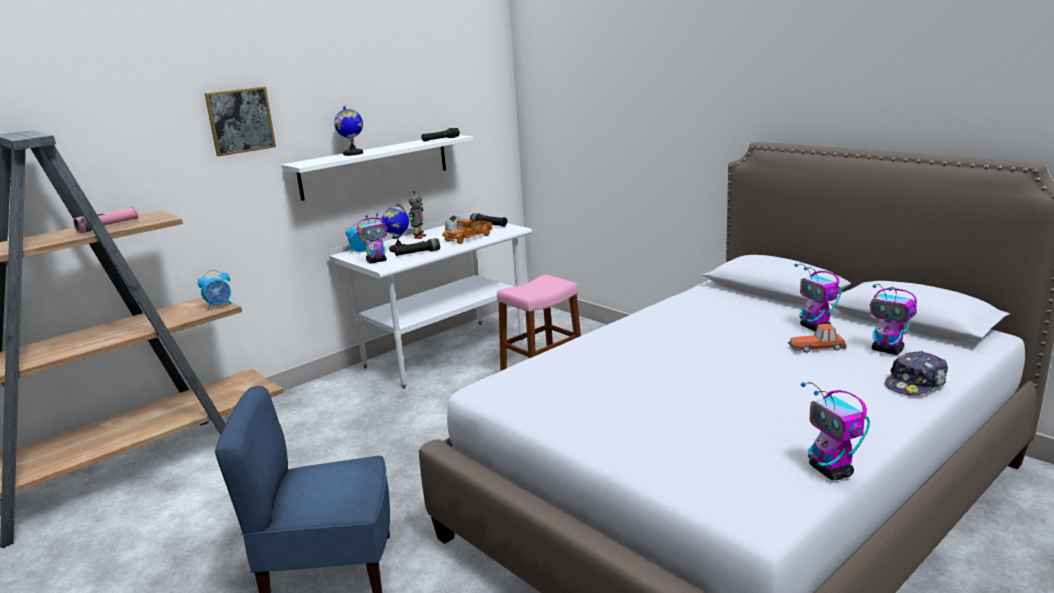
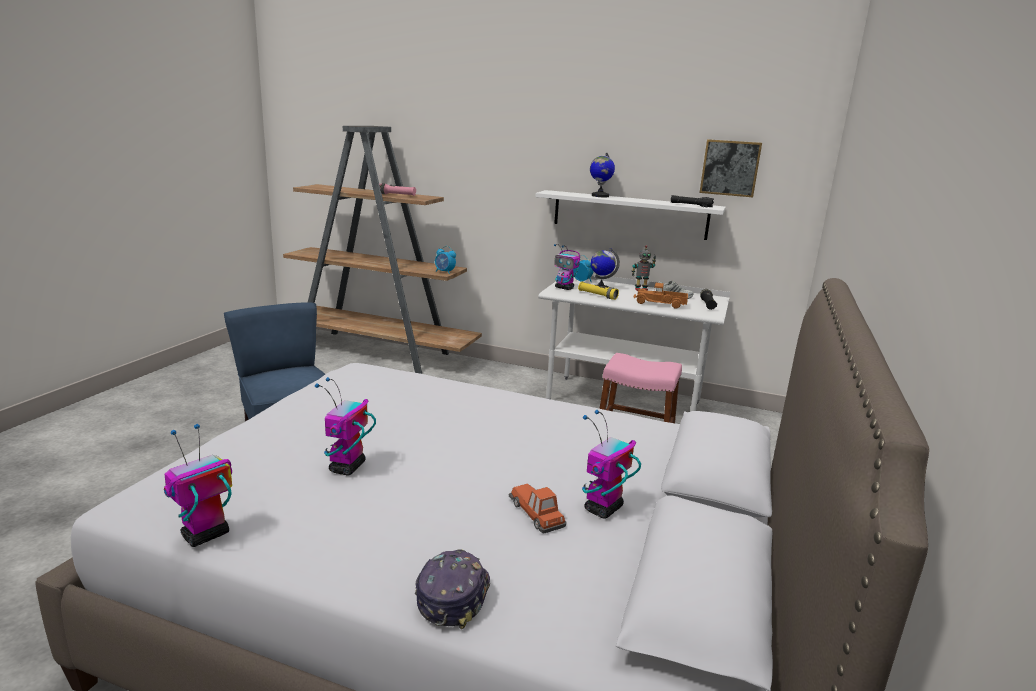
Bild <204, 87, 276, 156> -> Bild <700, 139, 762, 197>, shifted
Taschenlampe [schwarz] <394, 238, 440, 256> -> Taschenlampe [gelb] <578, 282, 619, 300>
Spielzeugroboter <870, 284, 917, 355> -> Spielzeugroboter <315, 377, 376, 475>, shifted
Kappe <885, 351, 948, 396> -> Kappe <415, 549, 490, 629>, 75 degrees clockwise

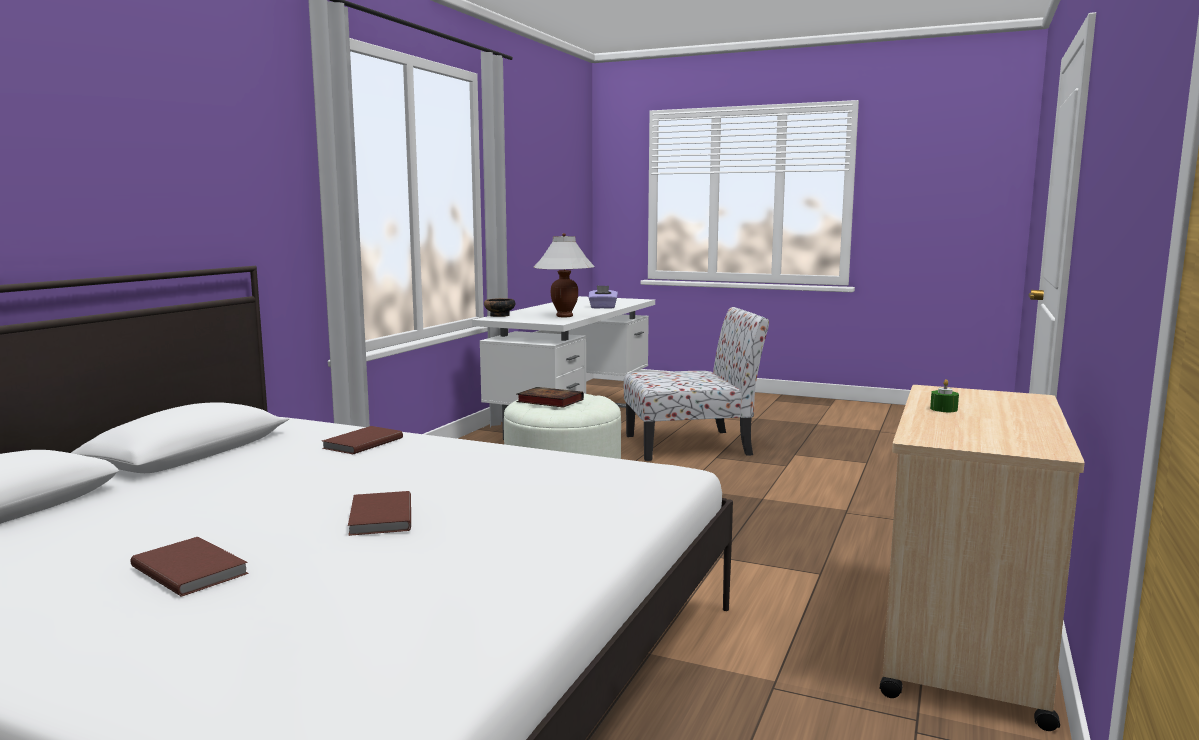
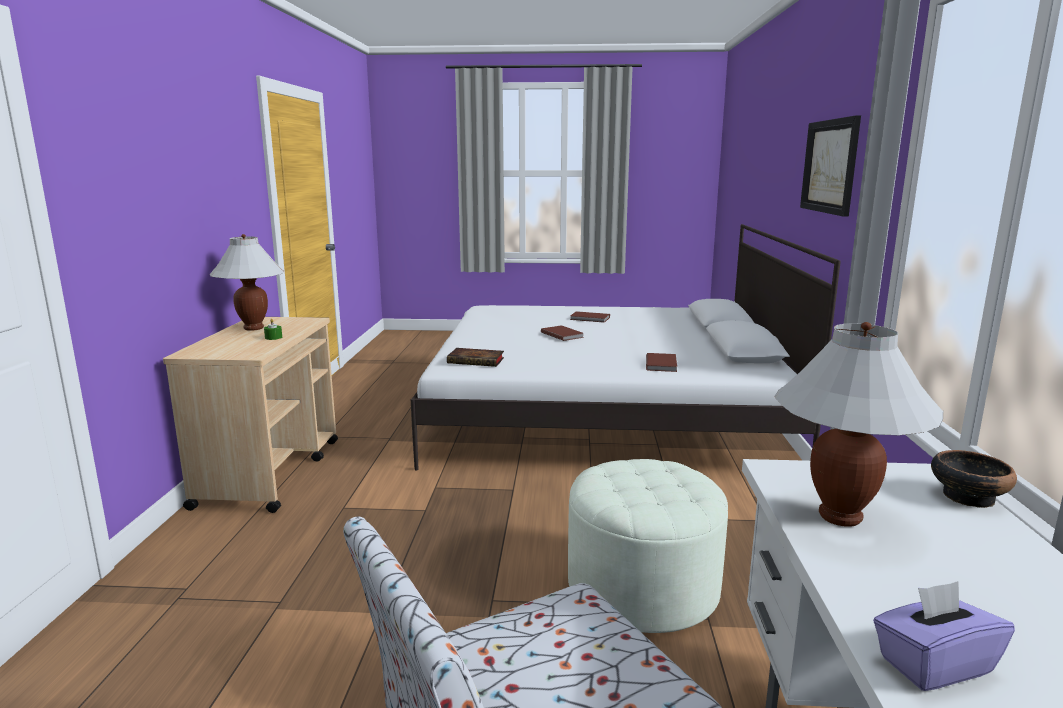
Buch <516, 387, 584, 408> -> Buch <447, 348, 504, 367>, shifted
none -> Bild <800, 115, 861, 217>
none -> Tischlampe [weiß] <210, 234, 284, 331>

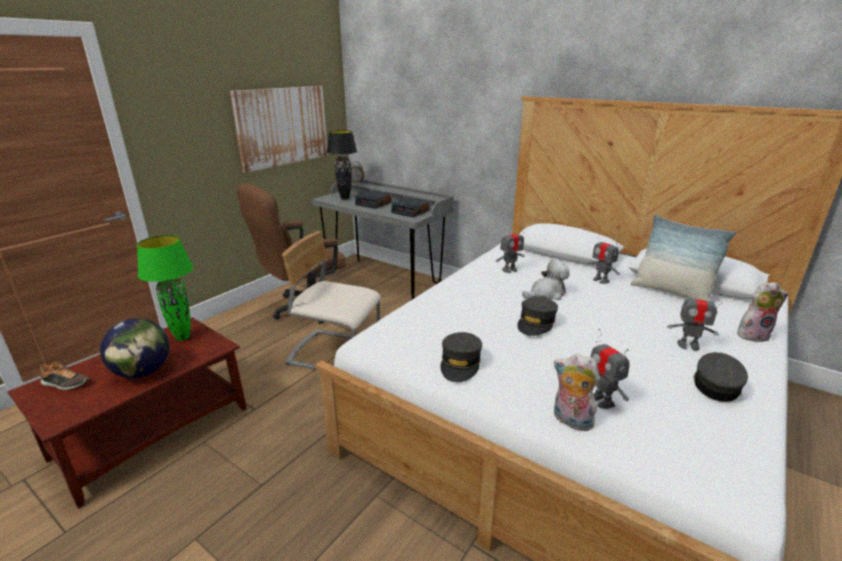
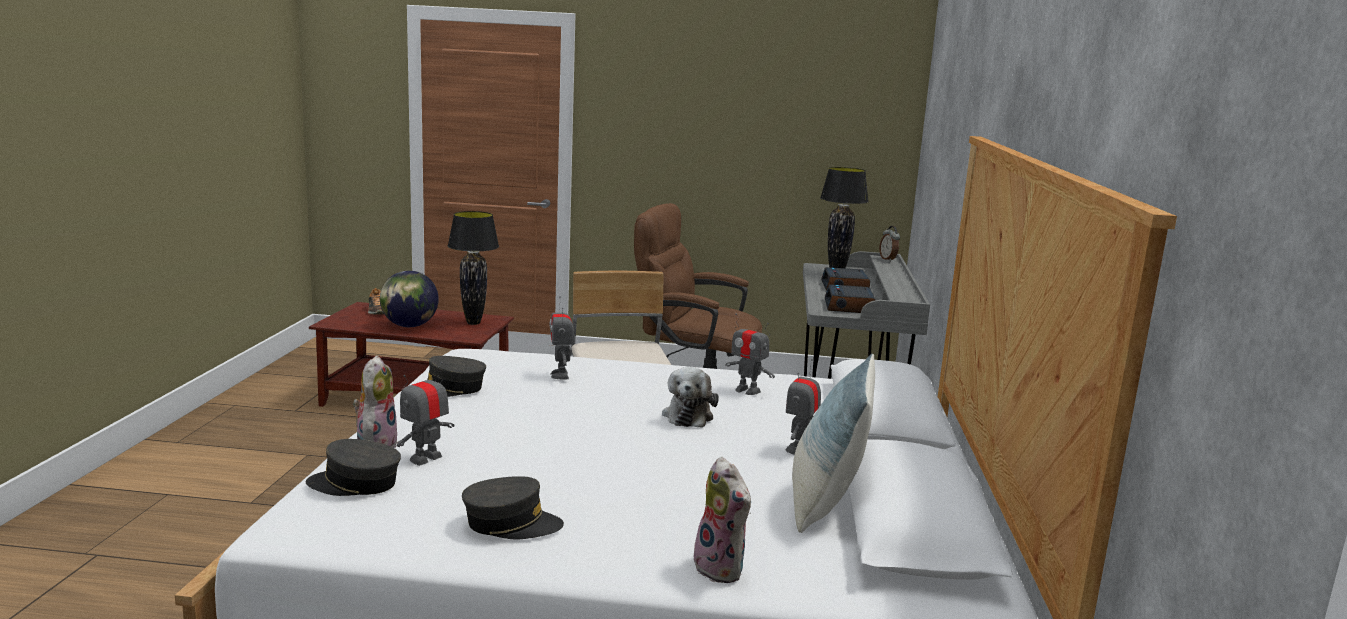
Bild <230, 86, 328, 173> -> none
Tischlampe [grün] <137, 235, 193, 341> -> Tischlampe [schwarz] <448, 211, 499, 325>
Plüschtier <522, 260, 570, 300> -> Plüschtier <662, 367, 719, 428>, 60 degrees clockwise
Spielzeugroboter <667, 288, 722, 351> -> Spielzeugroboter <550, 296, 575, 379>, shifted
Kappe [grau] <517, 297, 558, 336> -> Kappe [grau] <306, 439, 401, 496>, shifted

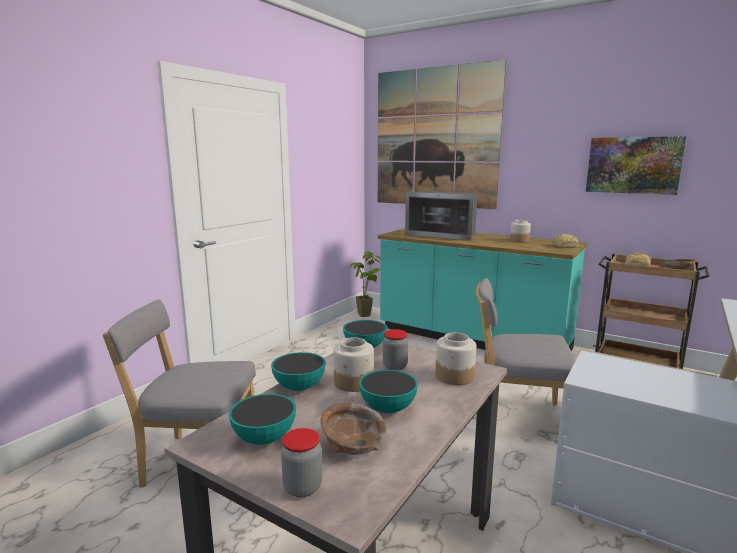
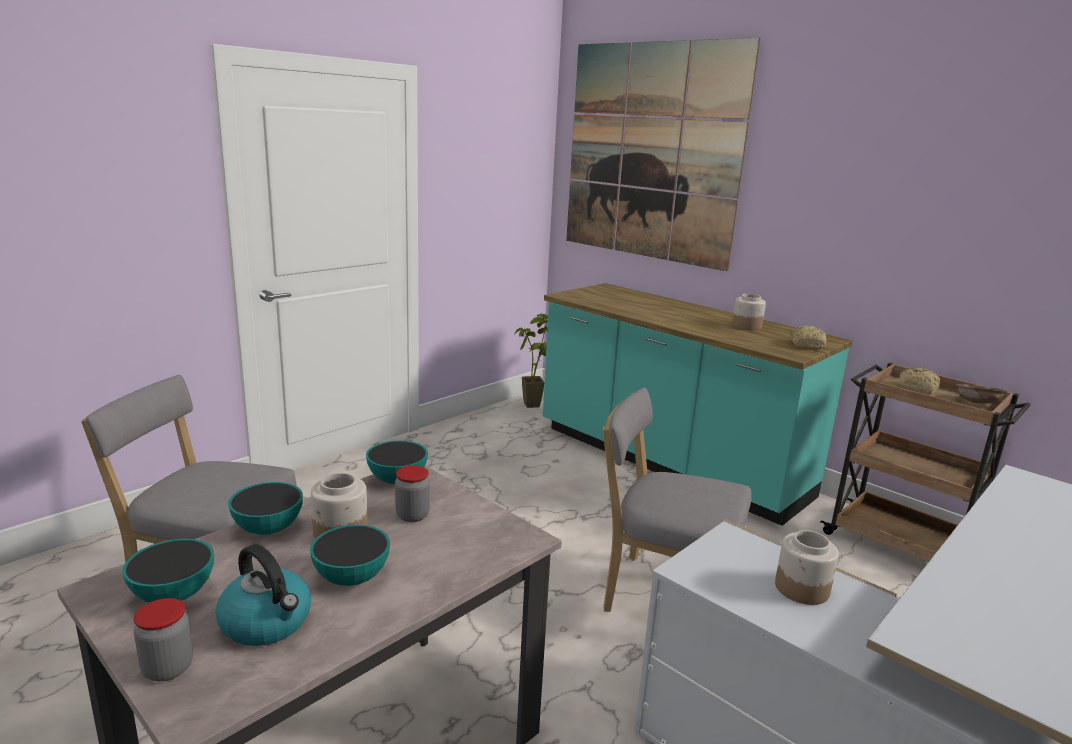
Bild <586, 136, 686, 195> -> none
Mikrowelle <405, 191, 478, 241> -> none
Vorratsglas <435, 333, 476, 385> -> Vorratsglas <775, 530, 839, 605>, shifted
Schüssel [braun] <320, 403, 386, 455> -> Wasserkessel <216, 544, 311, 646>

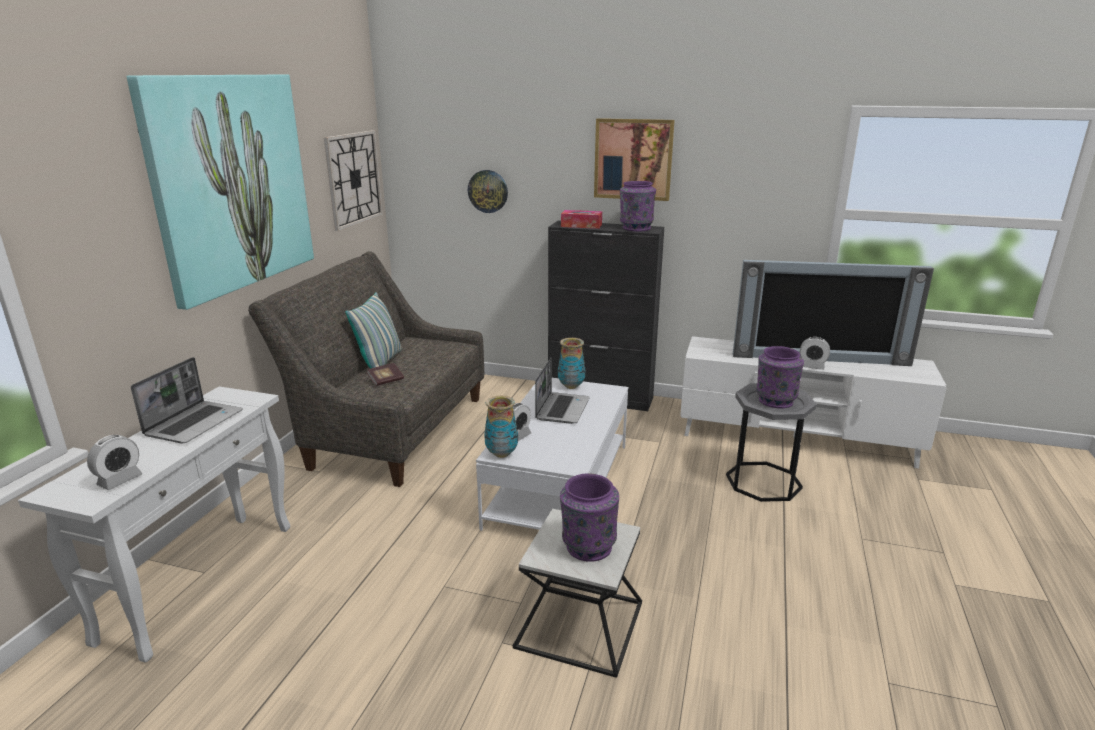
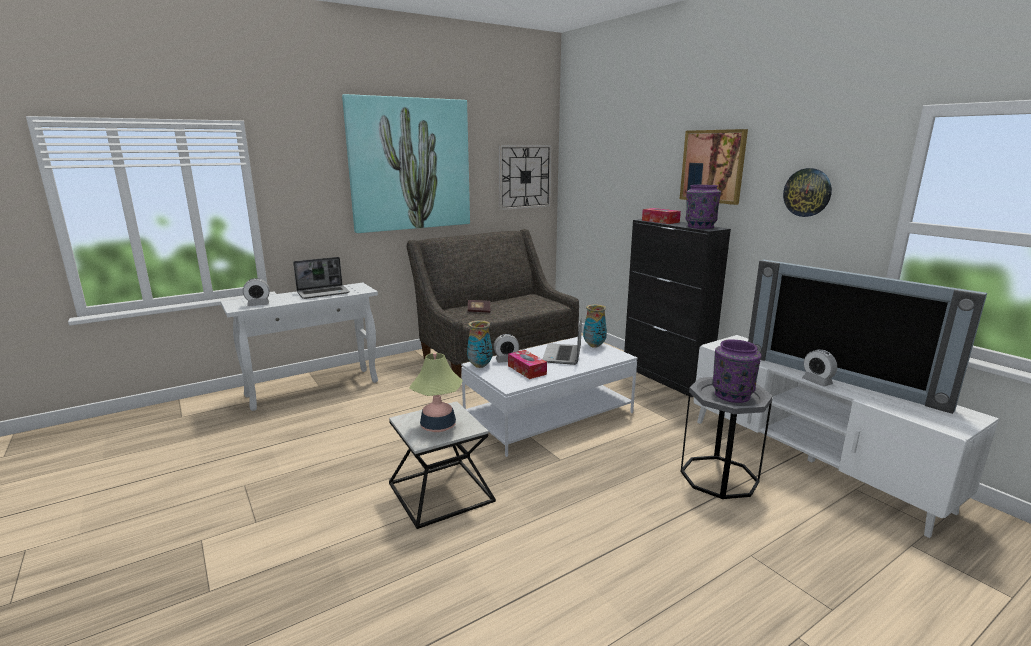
Wanduhr <468, 170, 508, 213> -> Wanduhr <783, 168, 832, 217>, shifted
Kissen <346, 292, 402, 368> -> none
Laptop <535, 358, 590, 424> -> Laptop <543, 316, 582, 365>, 135 degrees clockwise
Vase [lila] <560, 473, 619, 562> -> Tischlampe <409, 353, 463, 432>
none -> Taschentuchbox <508, 350, 547, 379>

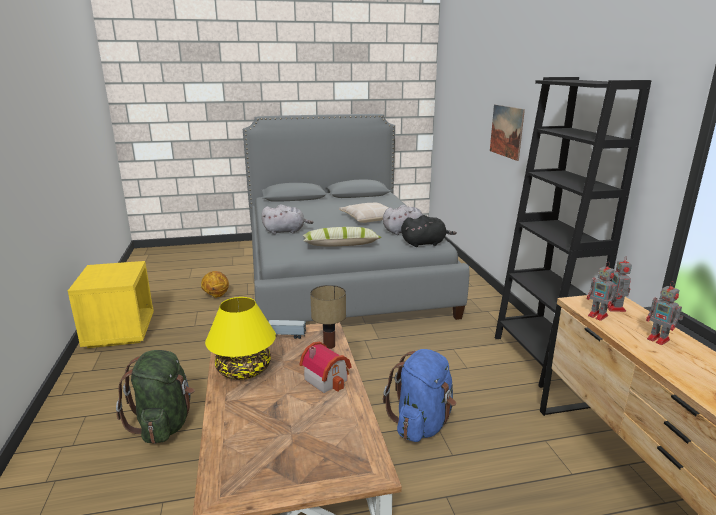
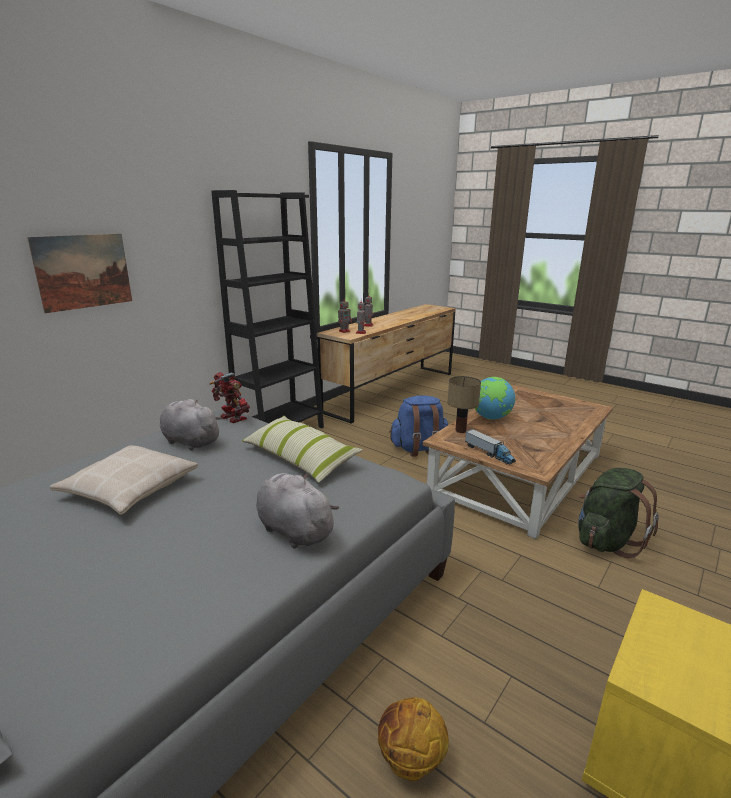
Plüschtier [schwarz] <401, 215, 457, 247> -> Spielzeugroboter <209, 372, 250, 423>
Tischlampe [gelb] <205, 297, 276, 380> -> none
Spielzeughaus <300, 341, 352, 393> -> Globus <475, 377, 515, 420>

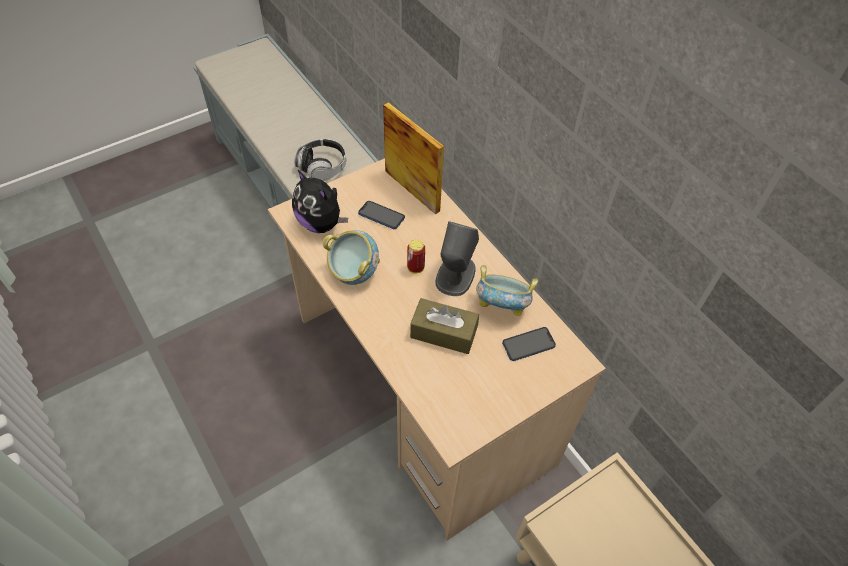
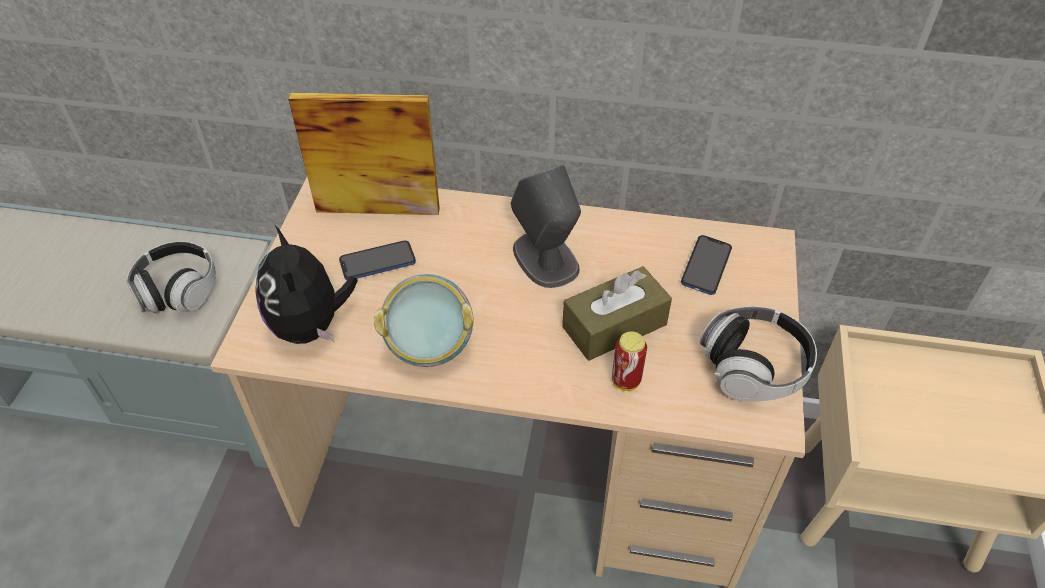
Plüschtier <292, 169, 348, 233> -> Plüschtier <255, 226, 358, 344>, 75 degrees clockwise
Dose <407, 239, 425, 274> -> Dose <612, 332, 647, 391>, shifted
Schüssel <476, 265, 538, 316> -> none
none -> Kopfhörer <700, 306, 817, 401>

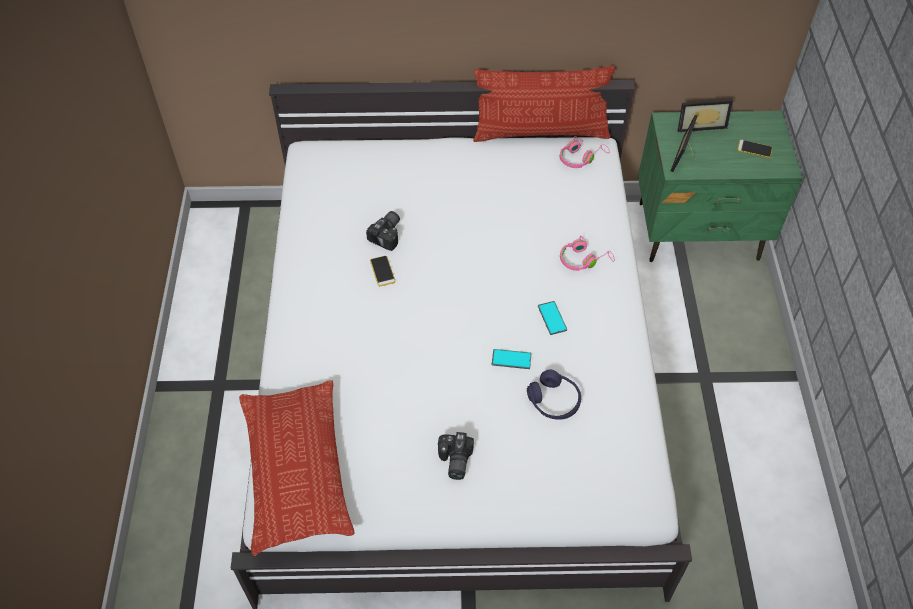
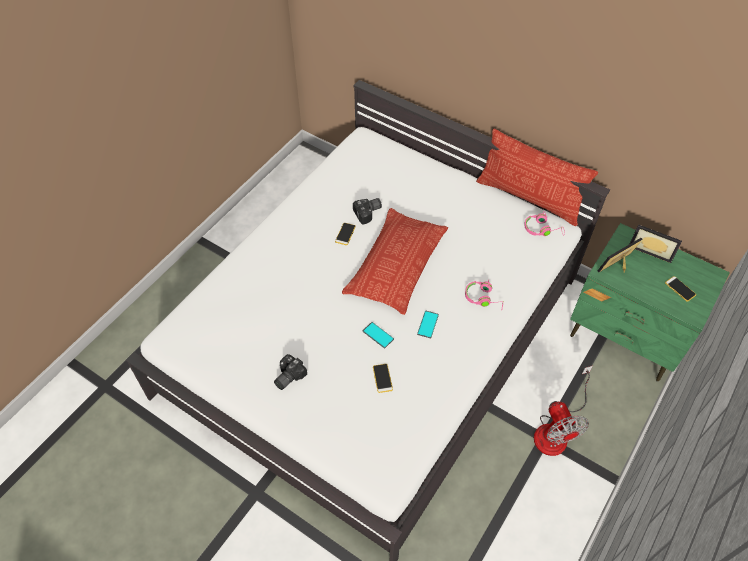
Kopfhörer [lila] <527, 370, 581, 420> -> Handy <373, 364, 393, 393>
Kissen <239, 380, 355, 556> -> Kissen <342, 208, 448, 315>, shifted
none -> Ventilator <534, 366, 593, 456>

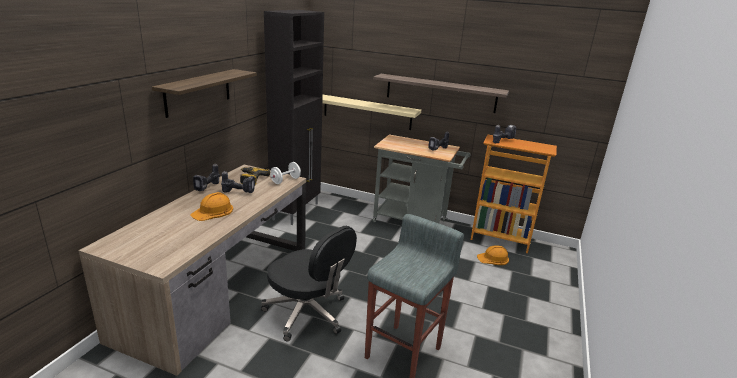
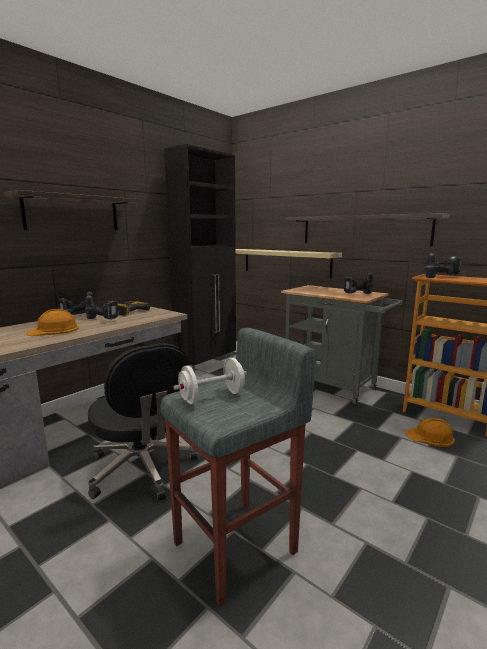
Hantel [weiß] <270, 162, 301, 184> -> Hantel [weiß] <173, 358, 247, 404>, shifted

